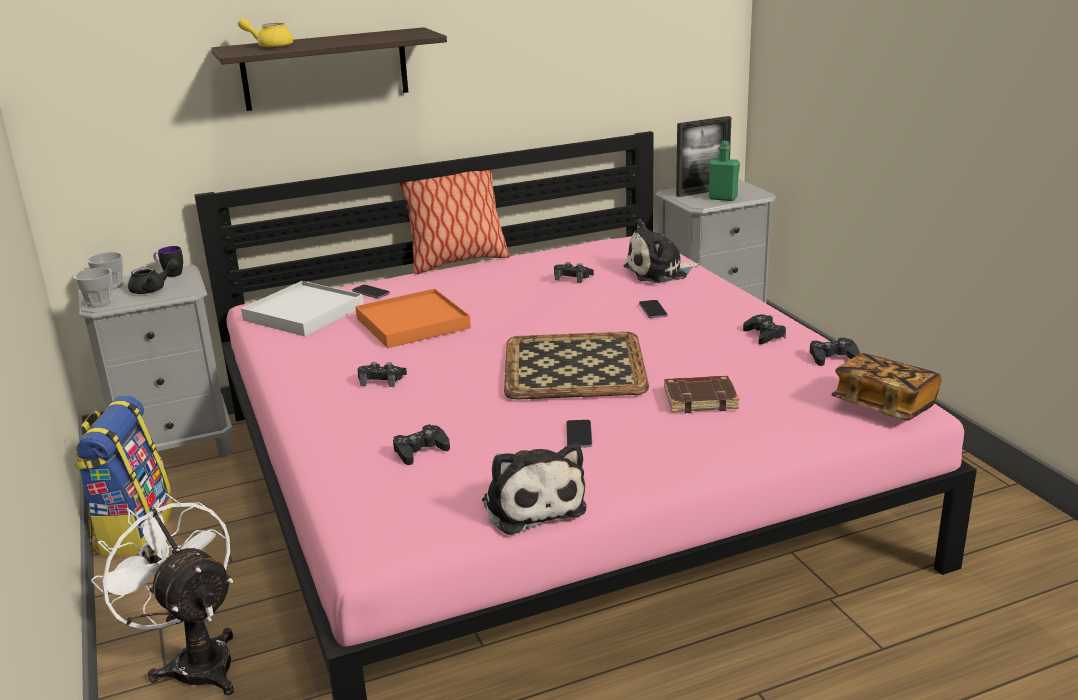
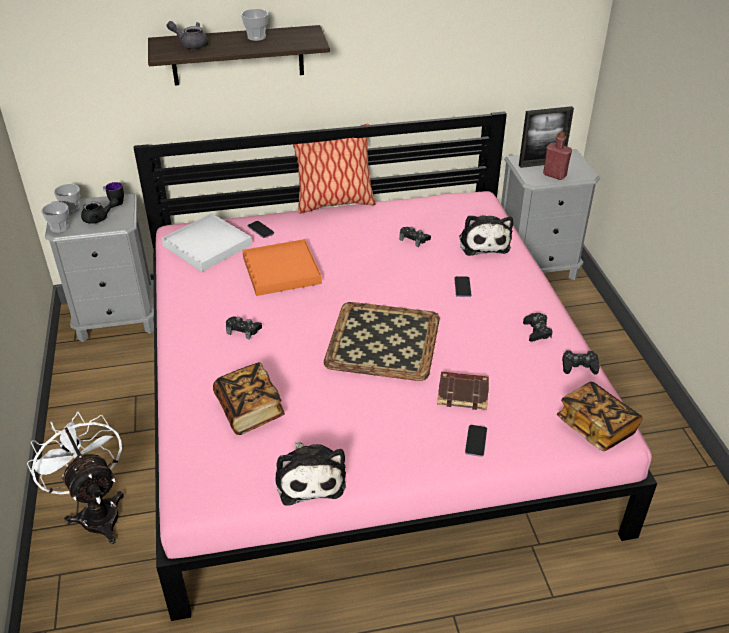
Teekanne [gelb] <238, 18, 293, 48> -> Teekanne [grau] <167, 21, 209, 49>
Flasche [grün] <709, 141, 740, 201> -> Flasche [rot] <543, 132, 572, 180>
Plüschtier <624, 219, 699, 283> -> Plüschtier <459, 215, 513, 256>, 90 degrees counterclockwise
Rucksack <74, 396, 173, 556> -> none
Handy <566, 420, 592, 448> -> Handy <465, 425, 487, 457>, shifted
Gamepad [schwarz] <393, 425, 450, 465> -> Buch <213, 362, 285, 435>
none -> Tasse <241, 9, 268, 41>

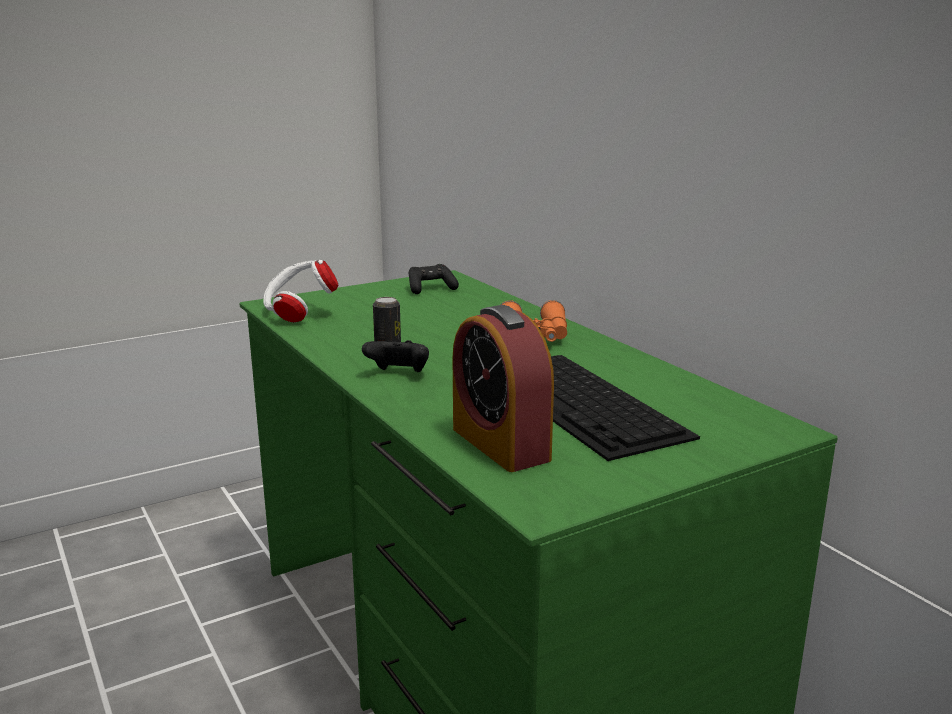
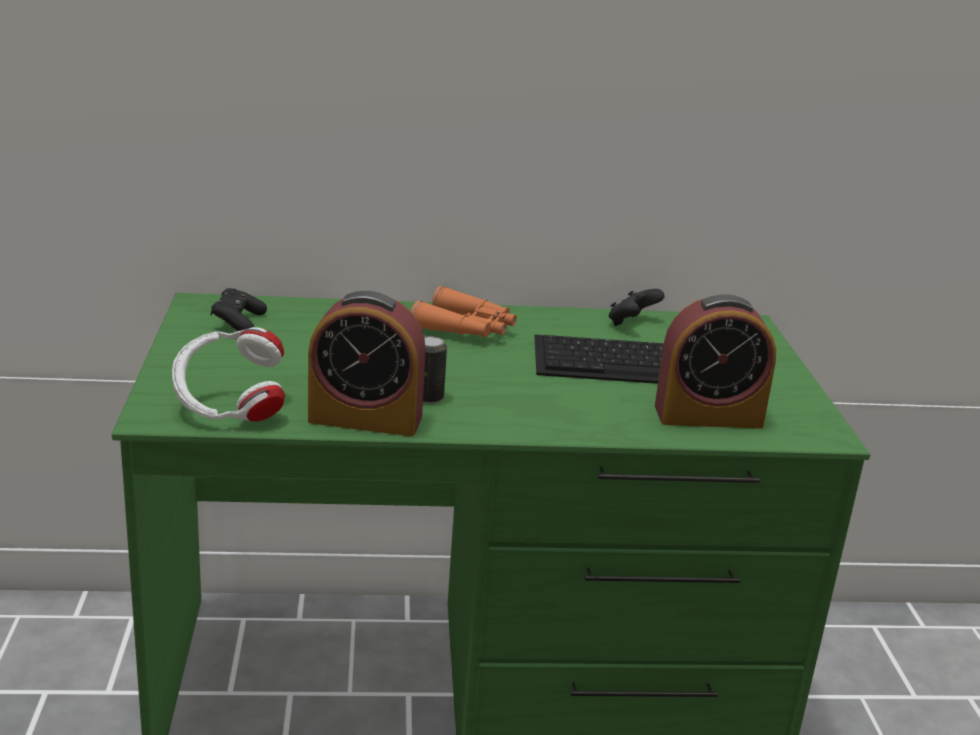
Gamepad [schwarz] <362, 340, 429, 372> -> Gamepad [schwarz] <609, 289, 665, 326>, shifted
none -> Wecker <308, 291, 426, 436>

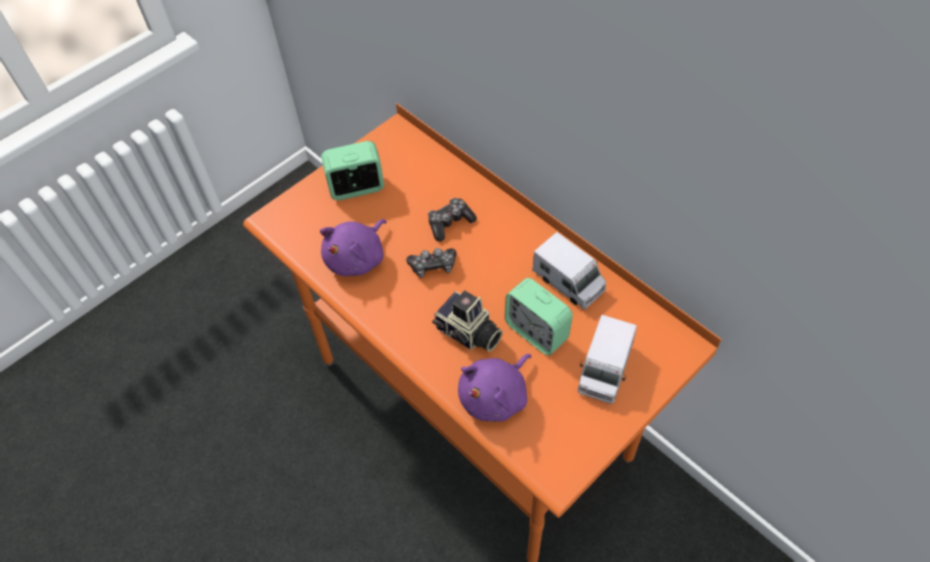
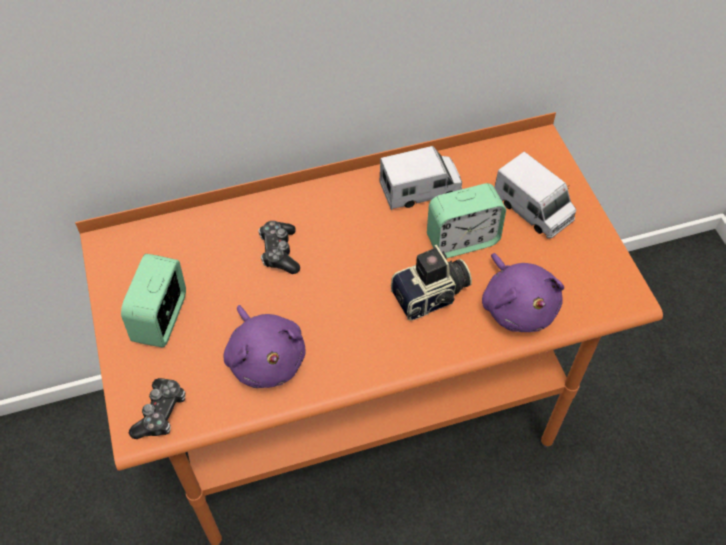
Gamepad <406, 248, 456, 278> -> Gamepad <129, 378, 186, 439>, shifted

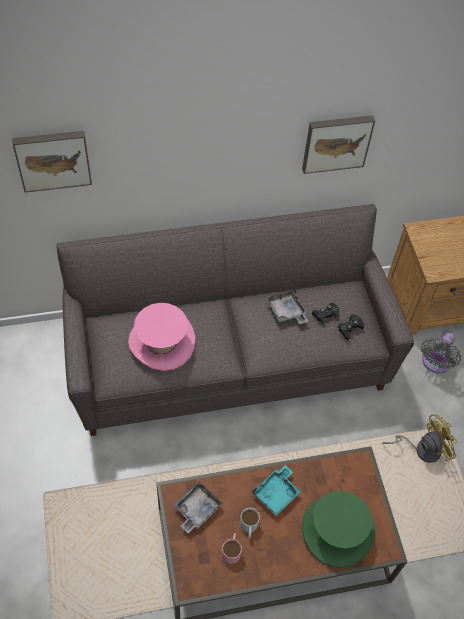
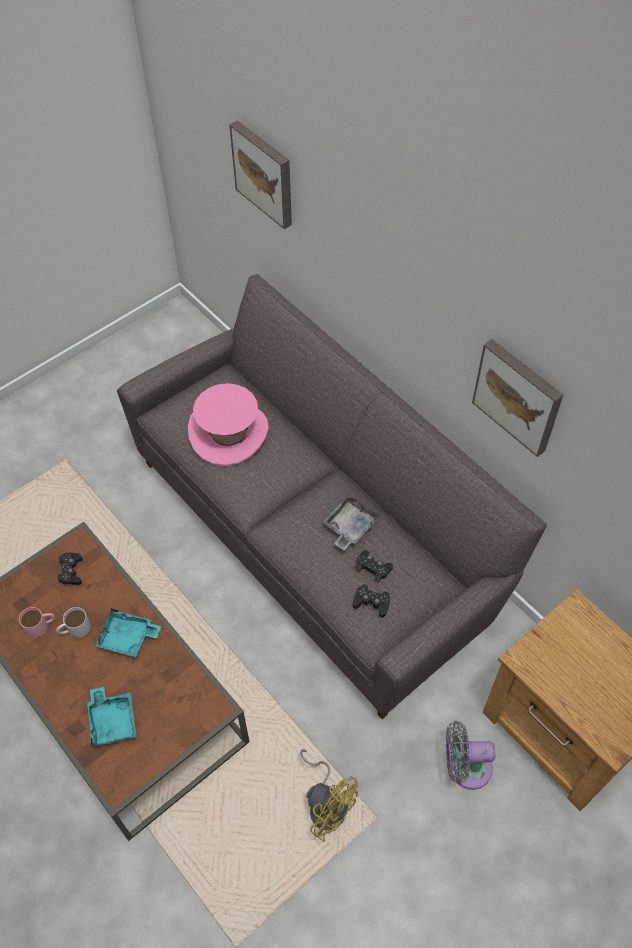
Tablett [grau] <173, 481, 222, 534> -> Gamepad [schwarz] <57, 552, 83, 585>
Hut [grün] <302, 491, 375, 568> -> Tablett [türkis] <87, 687, 136, 747>

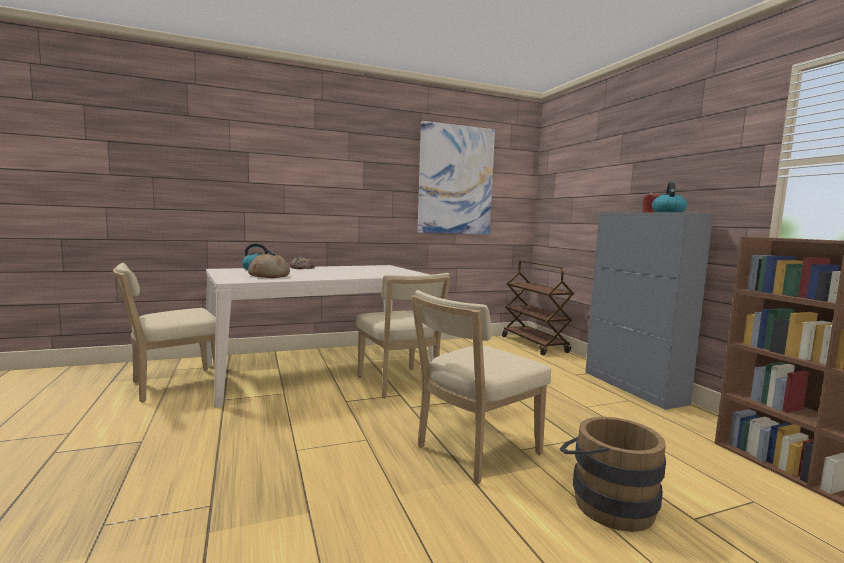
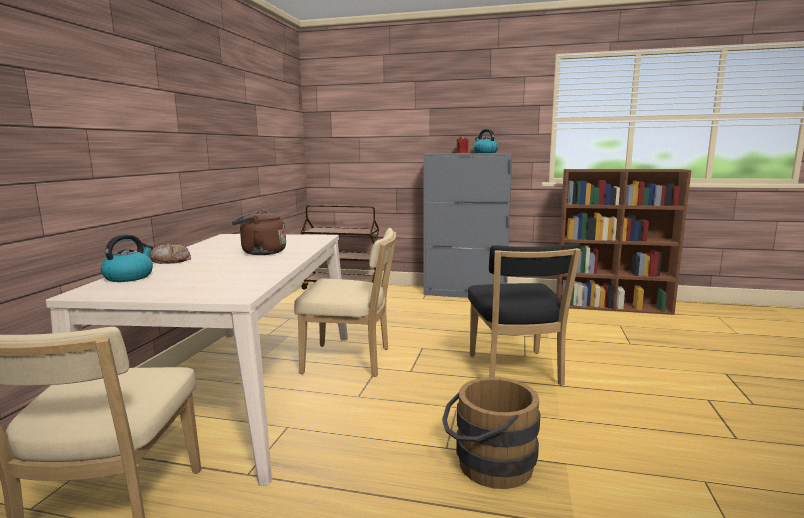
Bild <417, 121, 495, 234> -> none
Brot <248, 254, 290, 278> -> none
Stuhl [beige] <411, 290, 551, 484> -> Stuhl [schwarz] <468, 243, 581, 386>
Eimer [braun] <560, 417, 666, 532> -> Eimer [braun] <442, 377, 540, 489>, shifted
none -> Wasserkessel [braun] <232, 210, 286, 255>

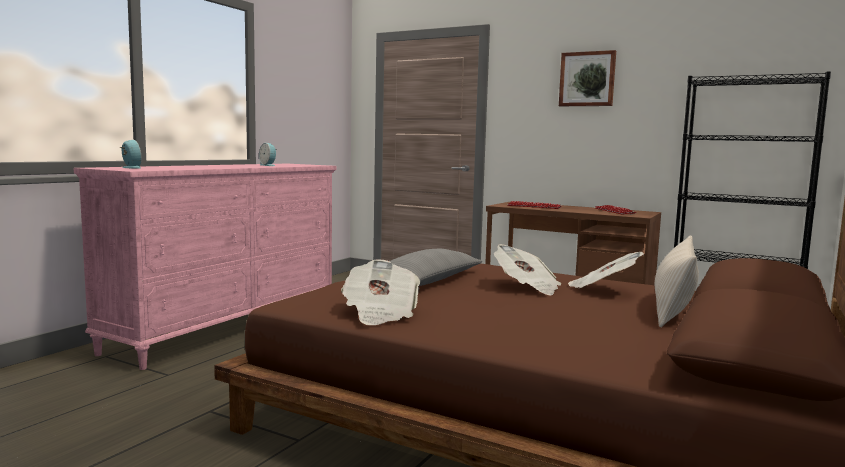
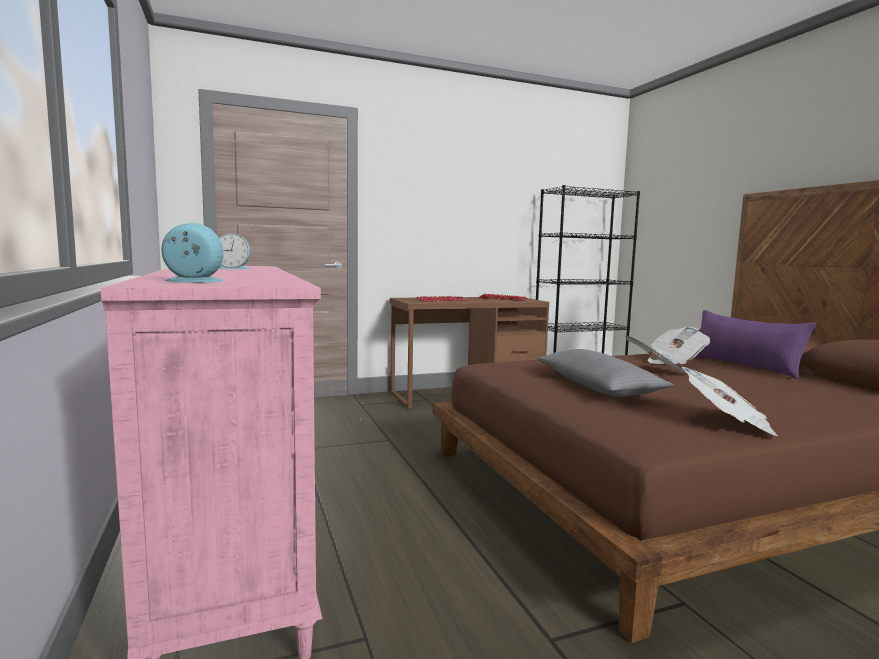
Bild <559, 50, 616, 106> -> none
Kissen [beige] <655, 235, 699, 327> -> Kissen [lila] <694, 310, 817, 379>

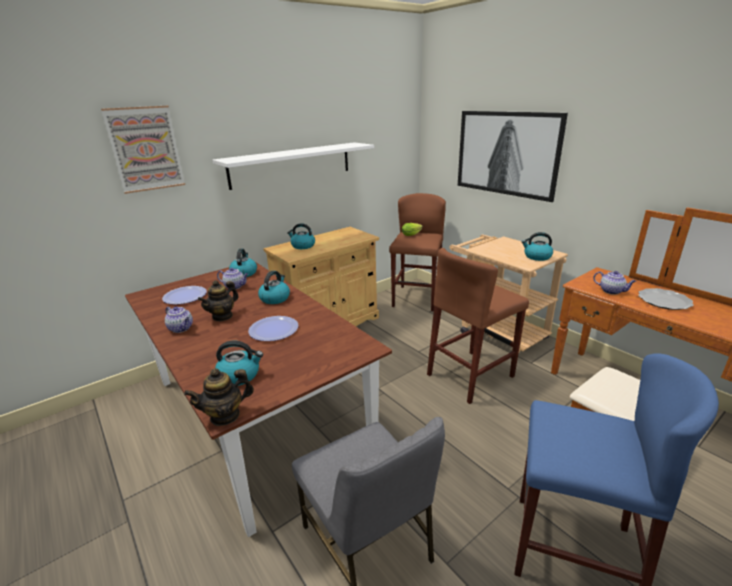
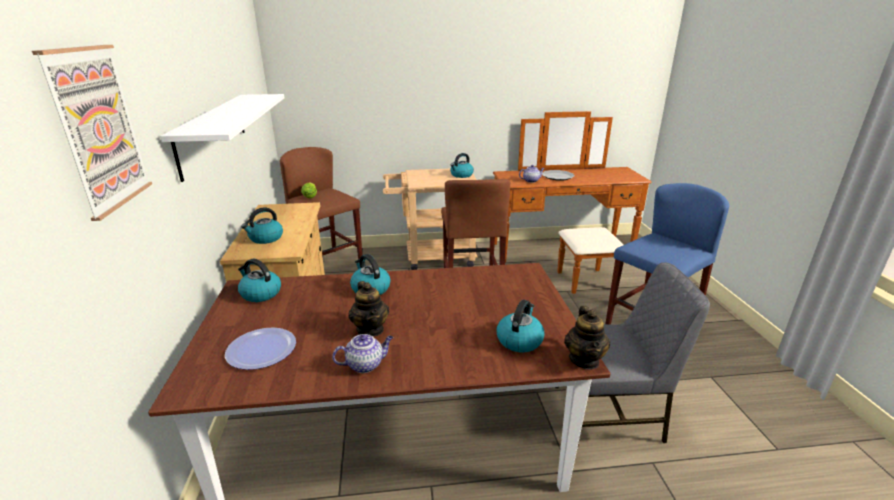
Bild <458, 111, 568, 202> -> none
Teekanne <217, 268, 248, 289> -> none
Teller <248, 316, 298, 341> -> none

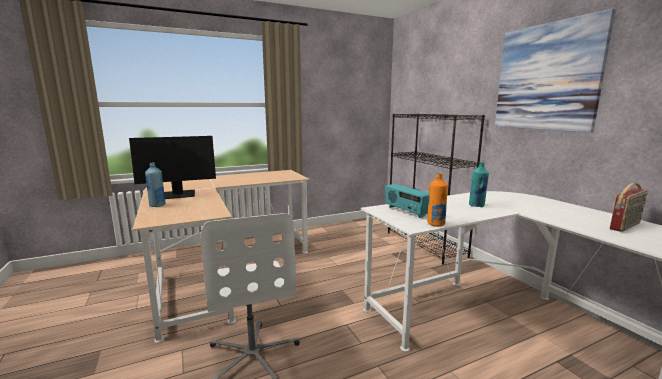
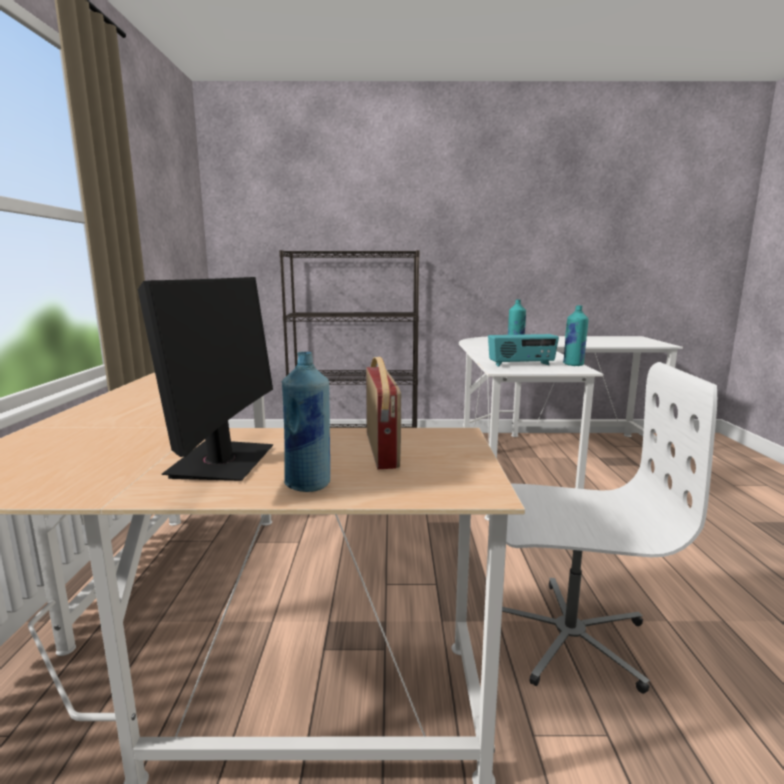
Bild <495, 8, 616, 132> -> none
Flasche [orange] <427, 173, 448, 226> -> Flasche [türkis] <563, 305, 589, 366>
Radio <610, 183, 647, 232> -> Radio <366, 357, 401, 469>, shifted

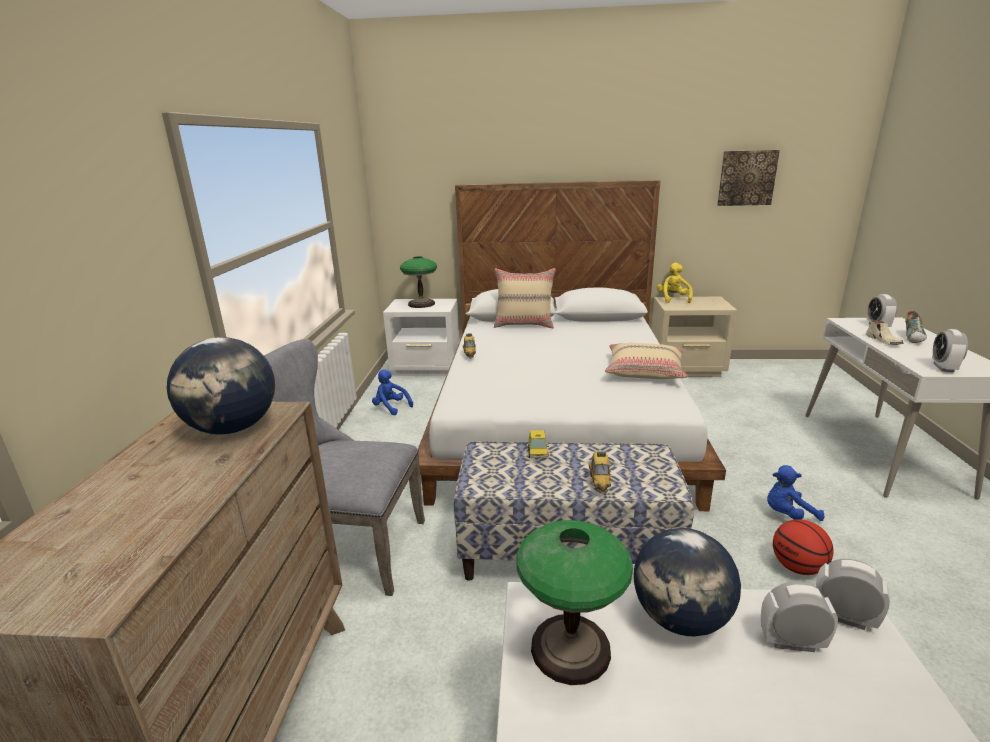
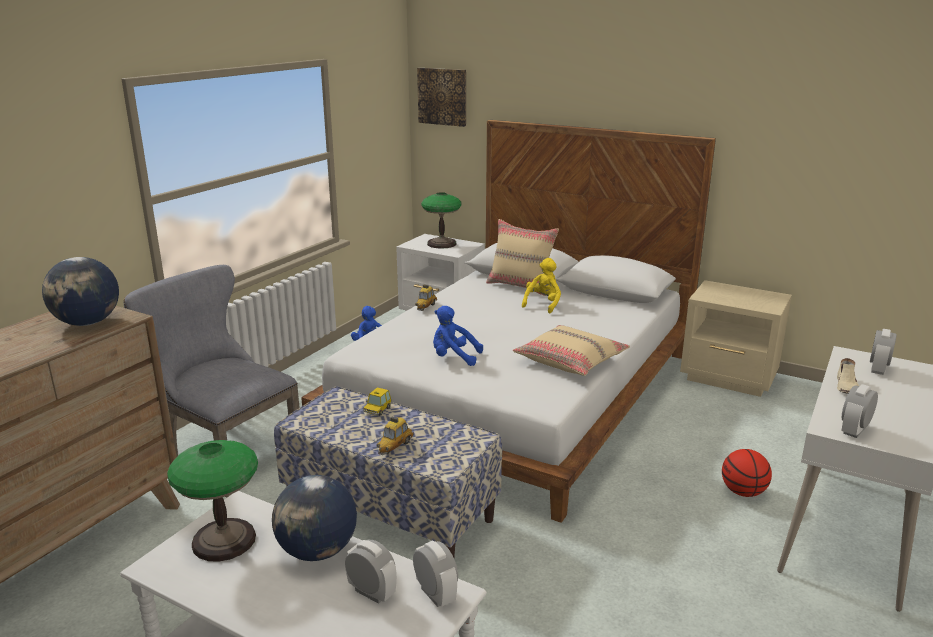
Bild <717, 150, 780, 206> -> Bild <417, 68, 466, 127>, shifted
Plüschtier [gelb] <657, 263, 693, 303> -> Plüschtier [gelb] <522, 258, 561, 313>, shifted
Schuh <905, 311, 927, 343> -> none
Plüschtier [blau] <767, 465, 824, 521> -> Plüschtier [blau] <433, 306, 483, 366>, shifted
Basketball <773, 519, 834, 575> -> Basketball <722, 449, 772, 497>, shifted

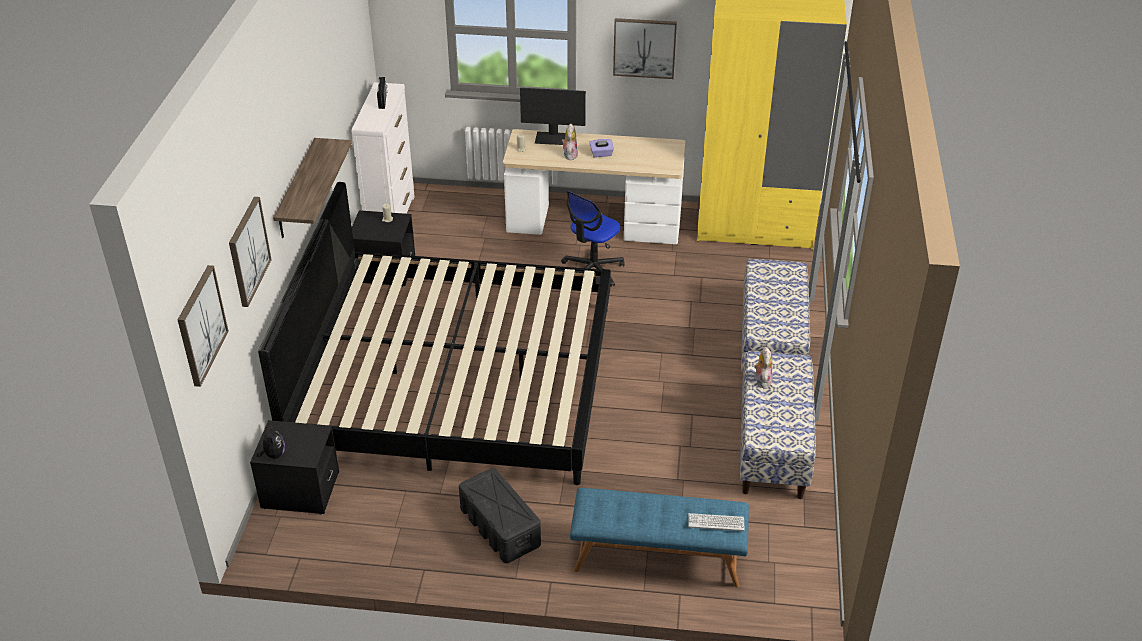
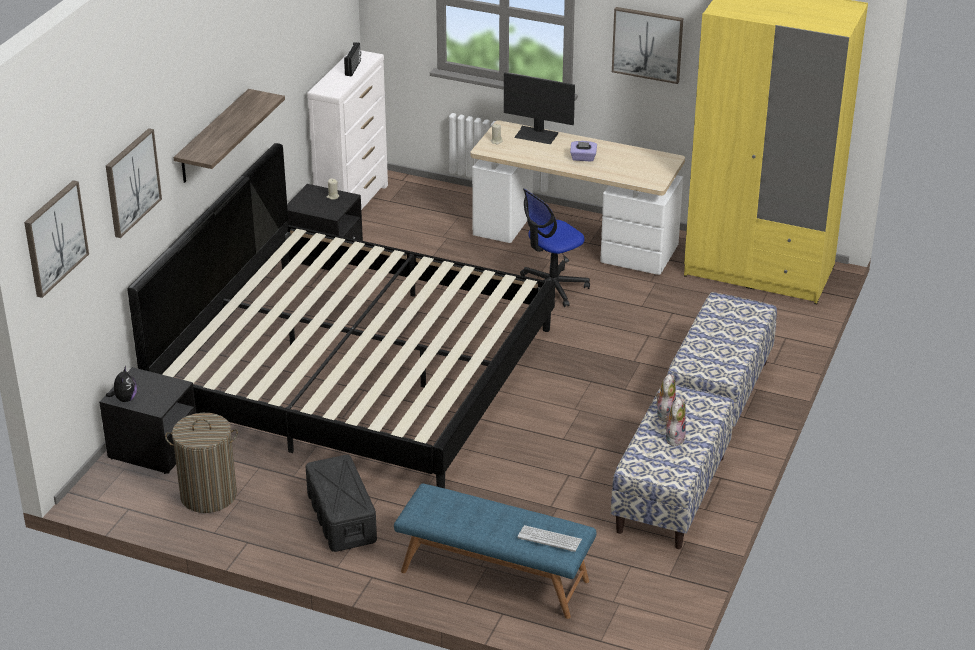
Plüschtier <562, 124, 578, 160> -> Plüschtier <665, 398, 686, 446>, shifted
none -> Wäschekorb <165, 413, 238, 513>

